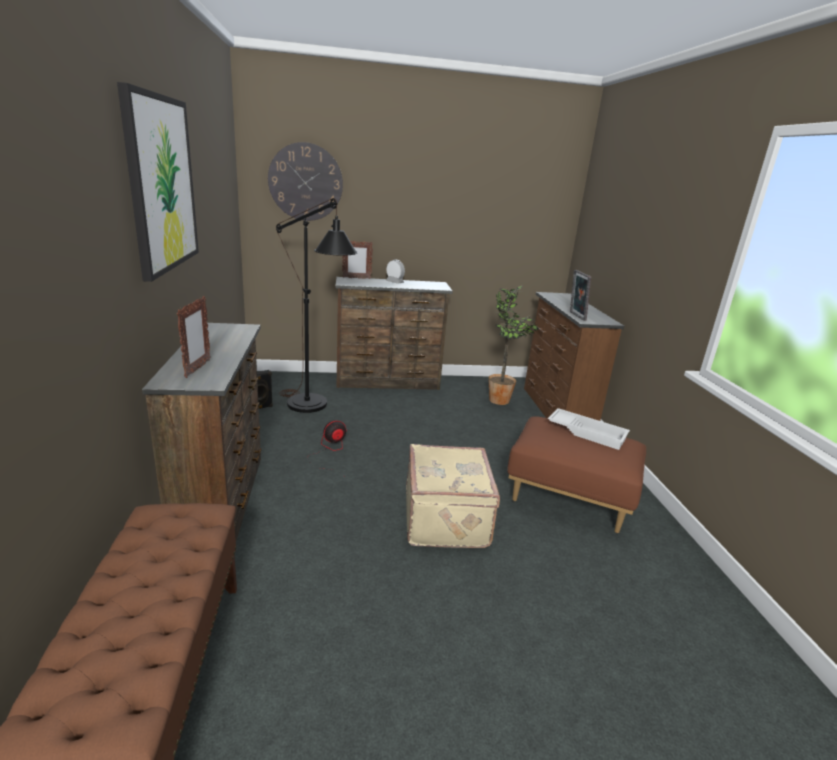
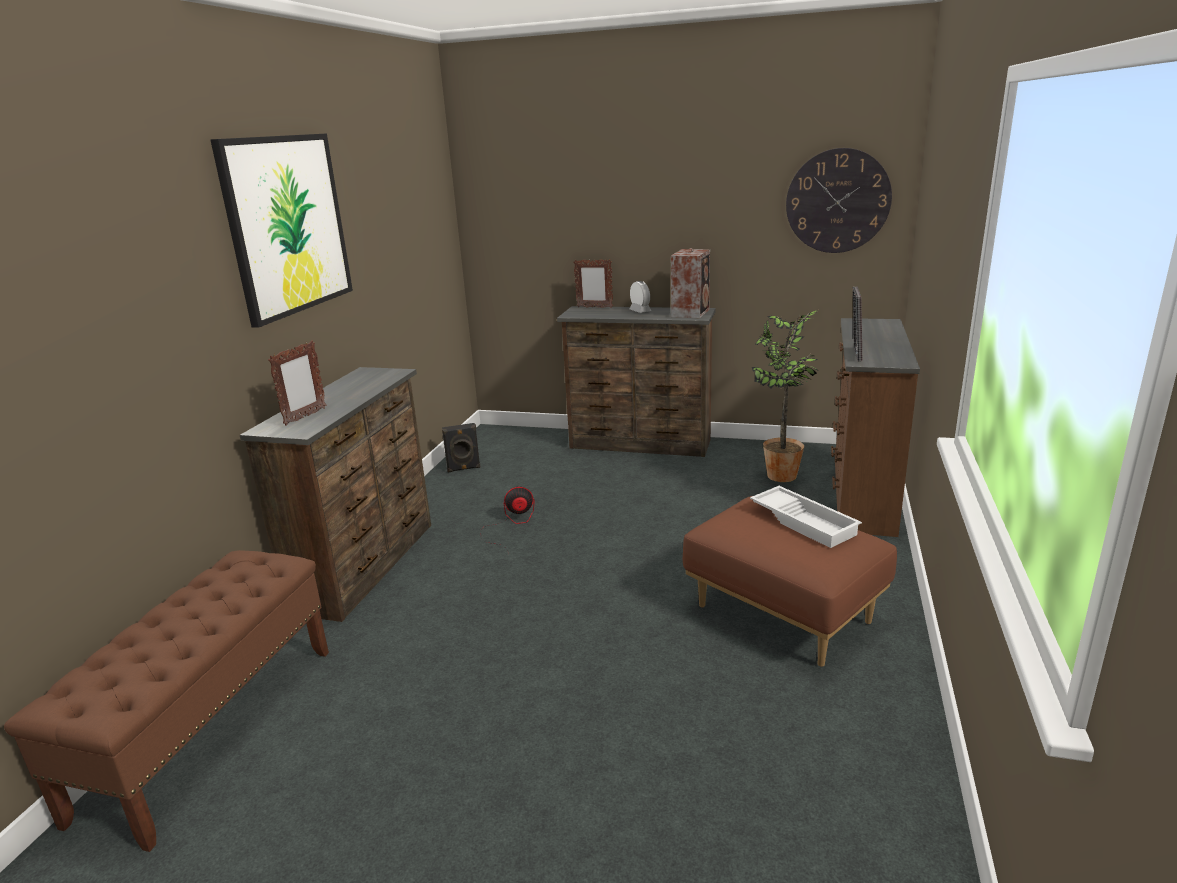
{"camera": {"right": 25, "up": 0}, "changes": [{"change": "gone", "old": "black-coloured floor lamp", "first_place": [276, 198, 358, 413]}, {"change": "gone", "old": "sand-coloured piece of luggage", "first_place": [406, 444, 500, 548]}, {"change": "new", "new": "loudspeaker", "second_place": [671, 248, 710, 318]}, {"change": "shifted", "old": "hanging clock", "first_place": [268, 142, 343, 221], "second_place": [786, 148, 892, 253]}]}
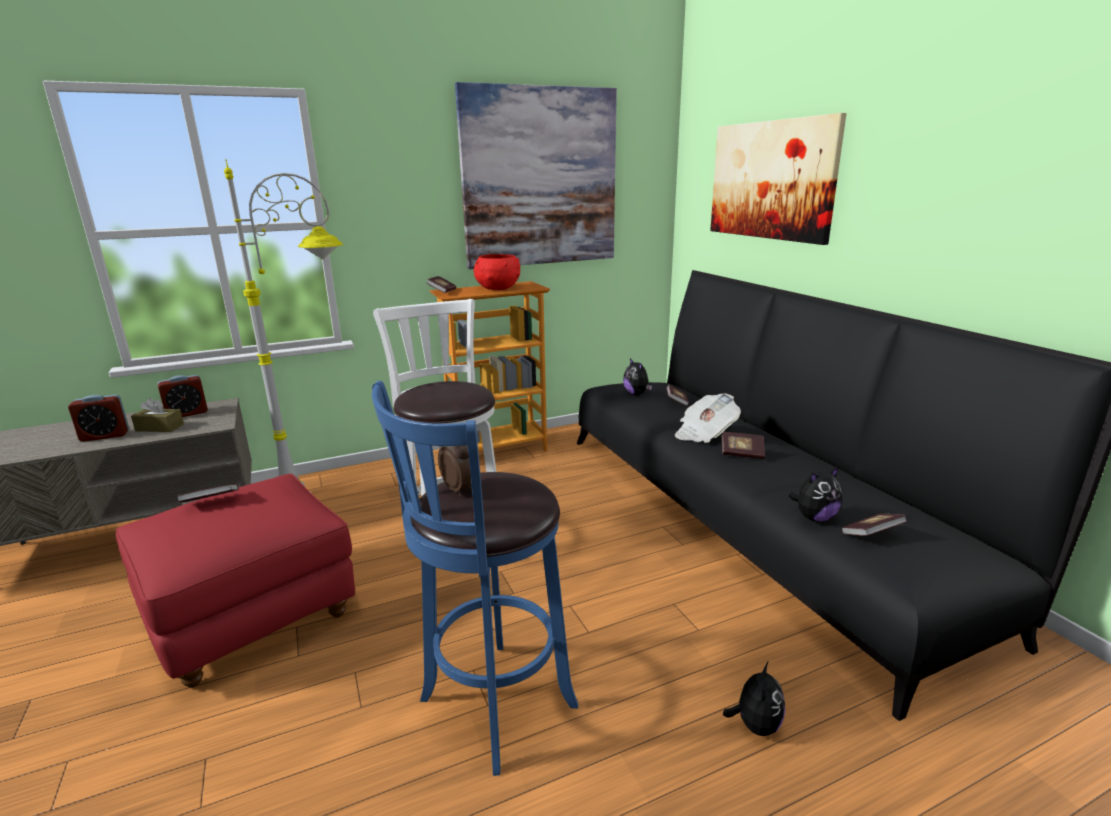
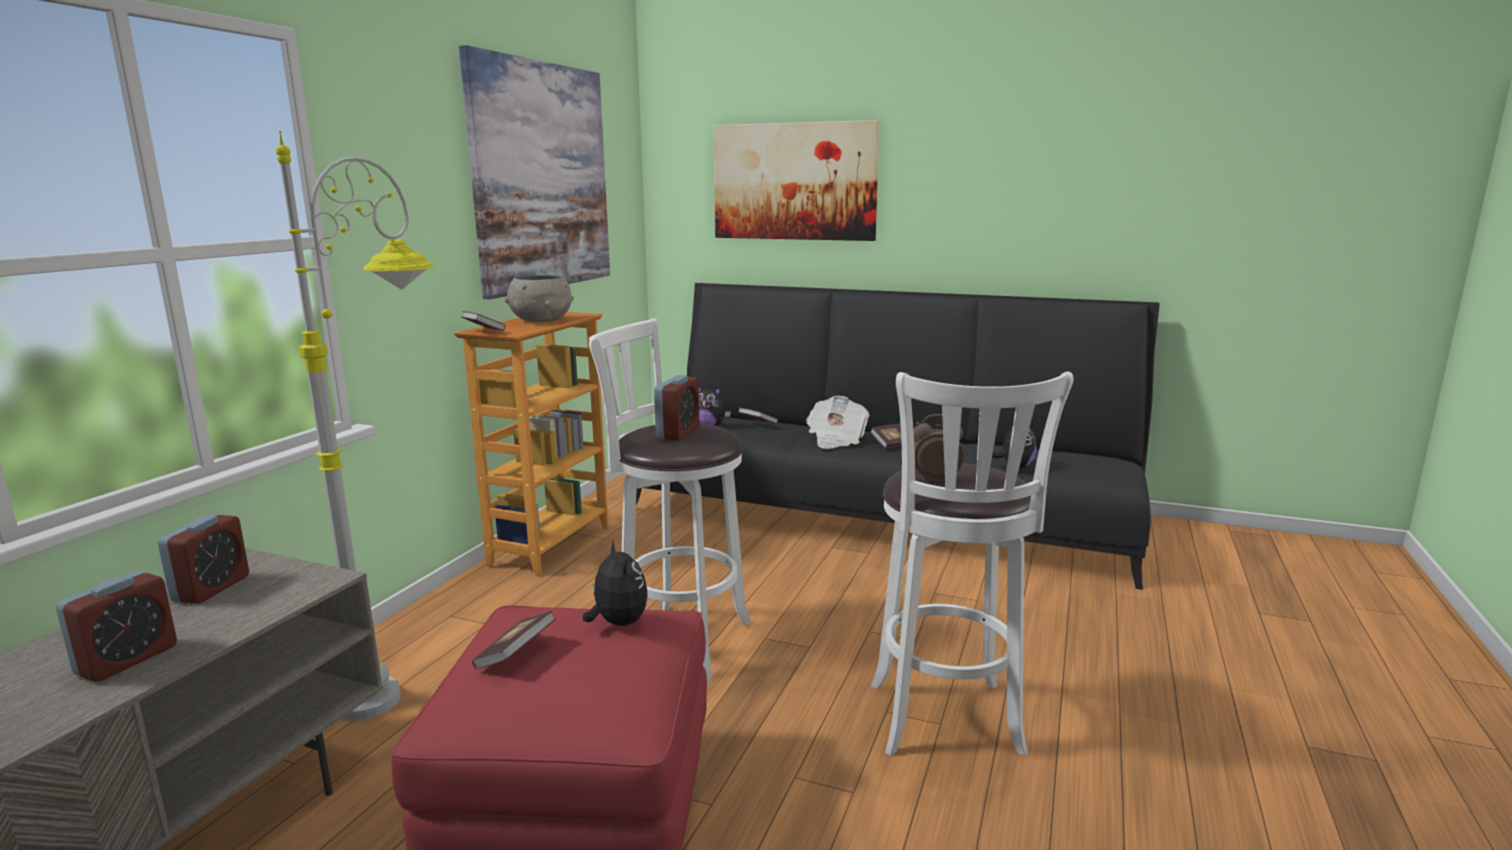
{"camera": {"right": -45, "up": -5}, "changes": [{"change": "gone", "old": "brownish box of tissues", "first_place": [131, 398, 184, 432]}, {"change": "gone", "old": "volume", "first_place": [841, 513, 908, 536]}, {"change": "new", "new": "table clock", "second_place": [654, 375, 699, 441]}, {"change": "shifted", "old": "plush toy", "first_place": [723, 662, 785, 736], "second_place": [583, 540, 648, 626]}, {"change": "repainted", "old": "blue-coloured stool seat", "new": "white-coloured stool seat", "first_place": [372, 381, 578, 776], "second_place": [871, 371, 1073, 756]}, {"change": "repainted", "old": "reddish deep dish", "new": "gray deep dish", "first_place": [474, 254, 520, 290], "second_place": [505, 275, 574, 322]}]}
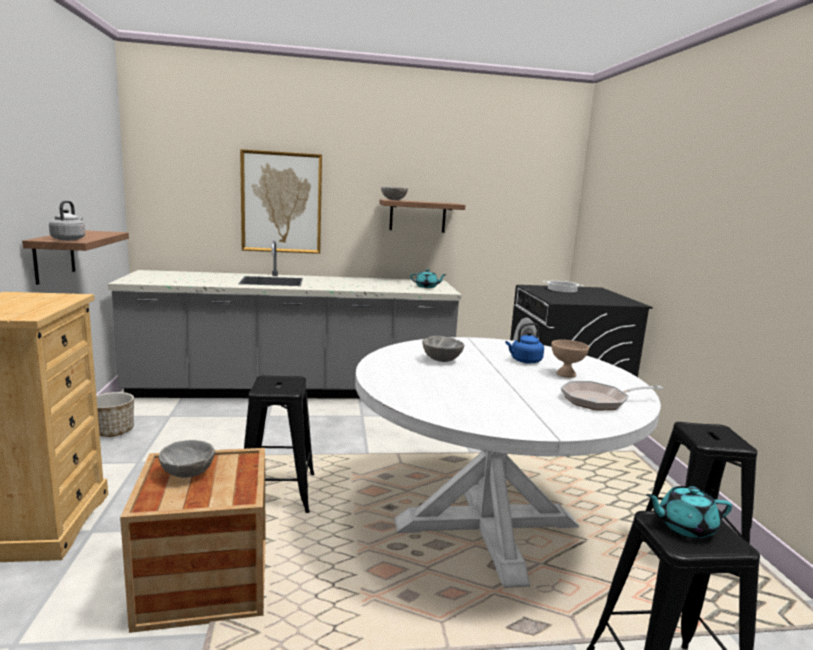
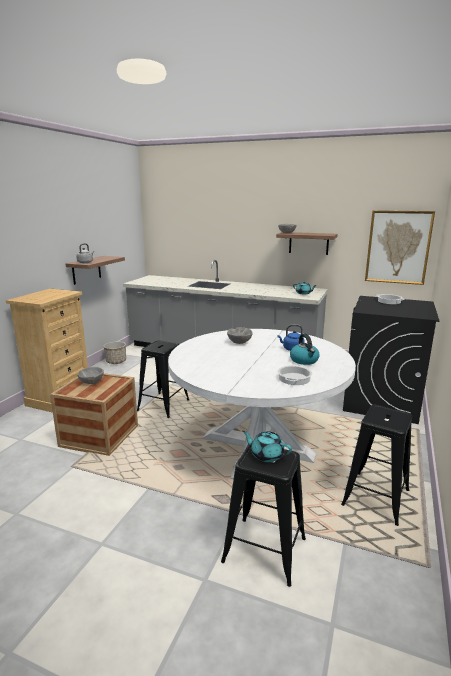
{"camera": {"right": 30, "up": 5}, "changes": [{"change": "shifted", "old": "picture", "first_place": [240, 149, 322, 254], "second_place": [365, 210, 435, 285]}, {"change": "swapped", "old": "sand-coloured deep dish", "new": "water kettle", "first_place": [552, 340, 589, 378], "second_place": [290, 334, 320, 365]}, {"change": "swapped", "old": "skillet", "new": "saucepot", "first_place": [561, 381, 664, 410], "second_place": [278, 364, 312, 385]}]}
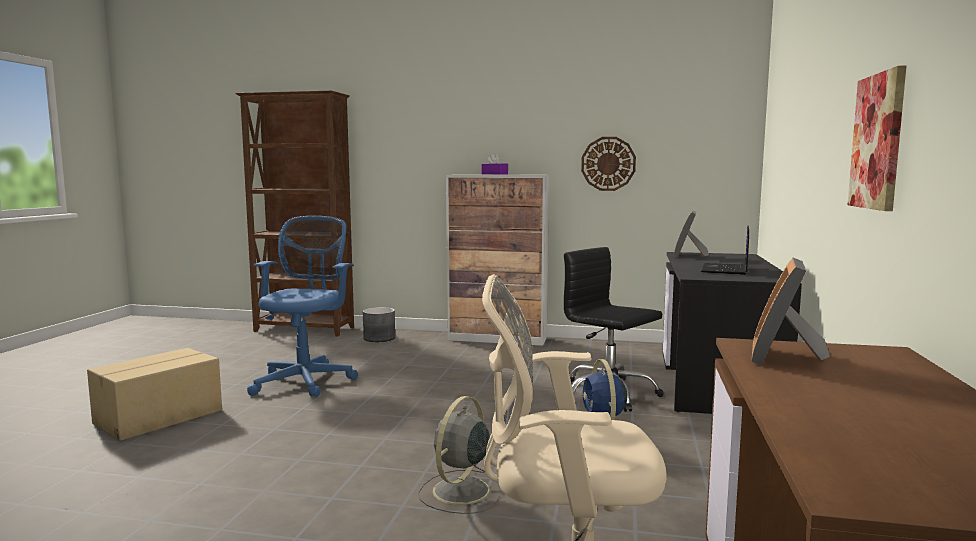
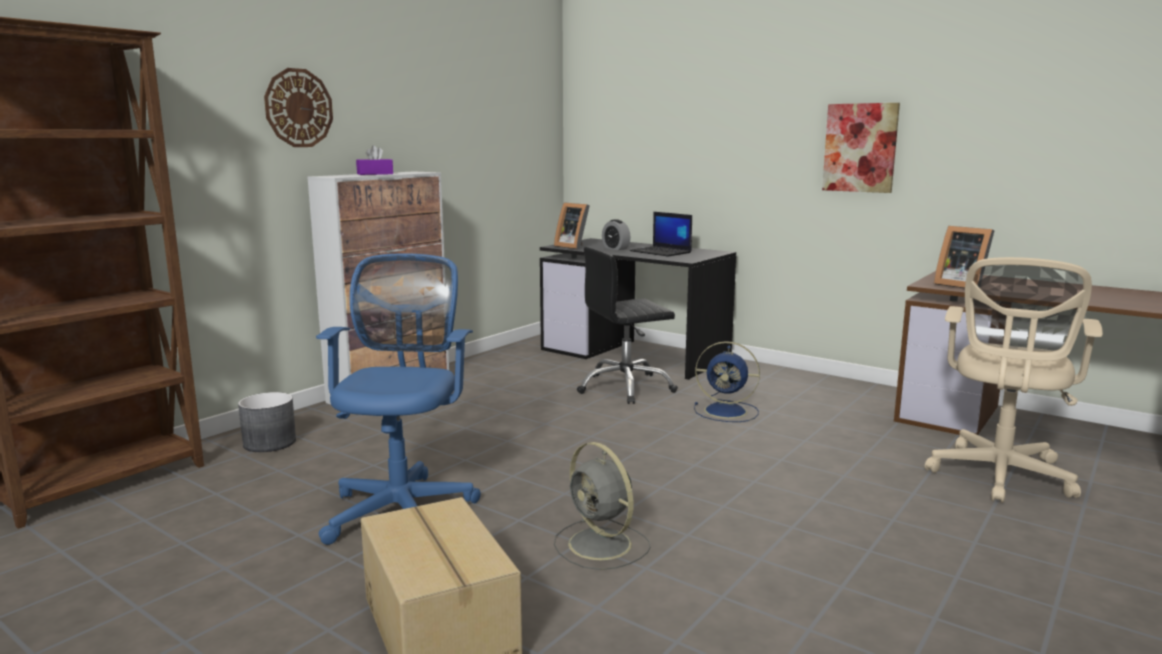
{"camera": {"right": -65, "up": 5}, "changes": [{"change": "new", "new": "table clock", "second_place": [602, 219, 630, 250]}, {"change": "shifted", "old": "gray cooling fan", "first_place": [418, 396, 500, 514], "second_place": [554, 442, 650, 570]}, {"change": "shifted", "old": "hanging clock", "first_place": [581, 137, 636, 191], "second_place": [264, 68, 333, 147]}, {"change": "rotated", "old": "blue-coloured office chair", "first_place": [247, 216, 358, 397], "second_place": [316, 253, 481, 545], "degrees": 60}]}
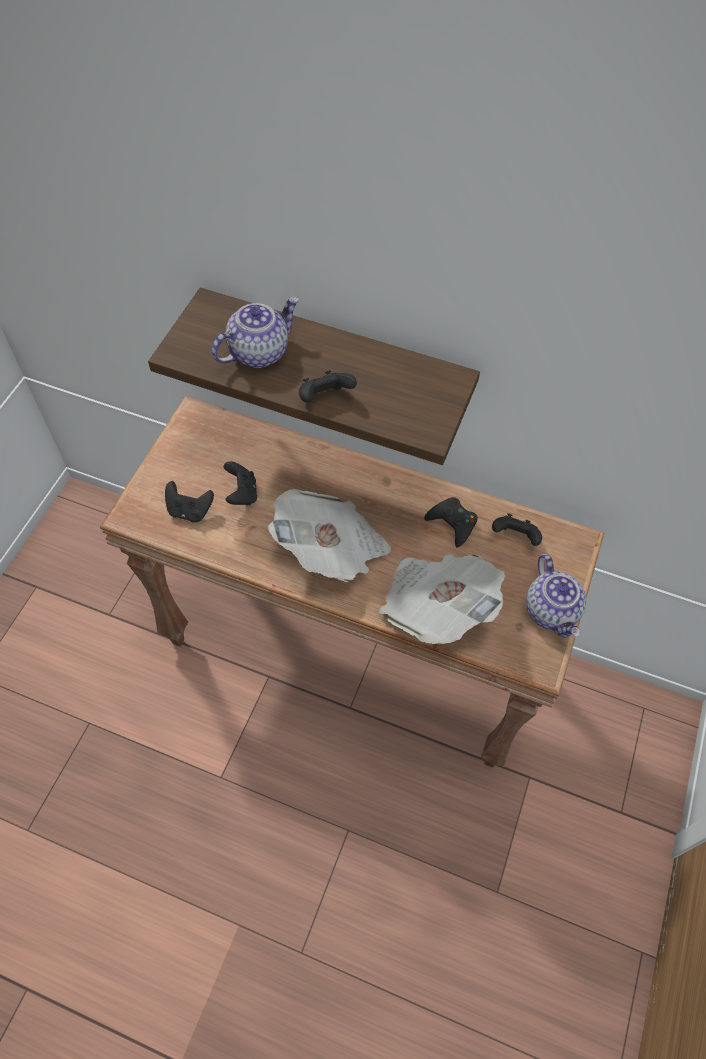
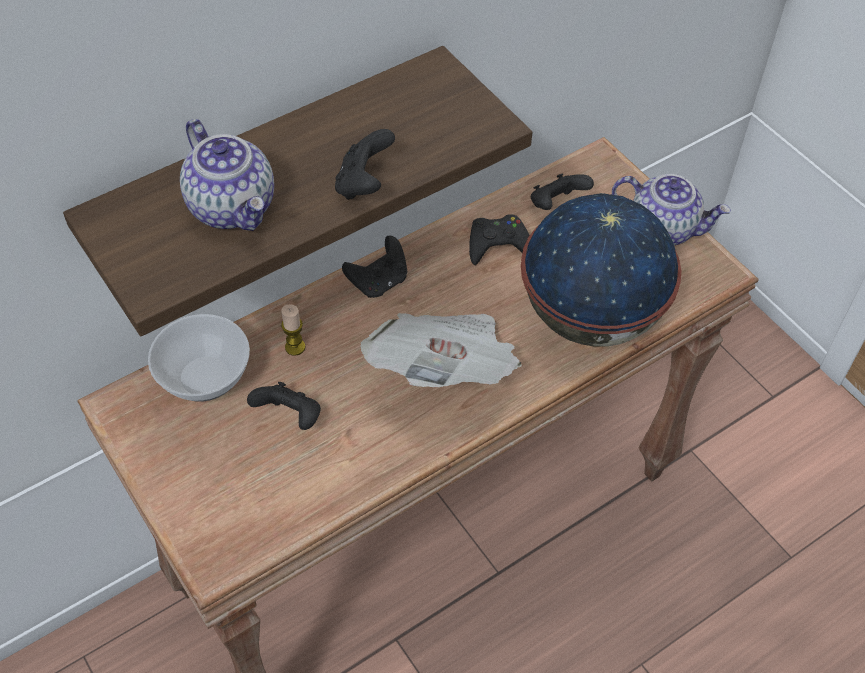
{"camera": {"right": -55, "up": -5}, "changes": [{"change": "new", "new": "deep dish", "second_place": [148, 314, 250, 402]}, {"change": "new", "new": "wax candle", "second_place": [281, 304, 306, 356]}, {"change": "shifted", "old": "black-coloured game controller", "first_place": [165, 481, 214, 522], "second_place": [342, 236, 407, 298]}, {"change": "swapped", "old": "printed paper", "new": "desk globe", "first_place": [379, 554, 505, 644], "second_place": [521, 193, 681, 347]}, {"change": "rotated", "old": "teapot", "first_place": [212, 297, 299, 368], "second_place": [180, 119, 274, 231], "degrees": 150}]}
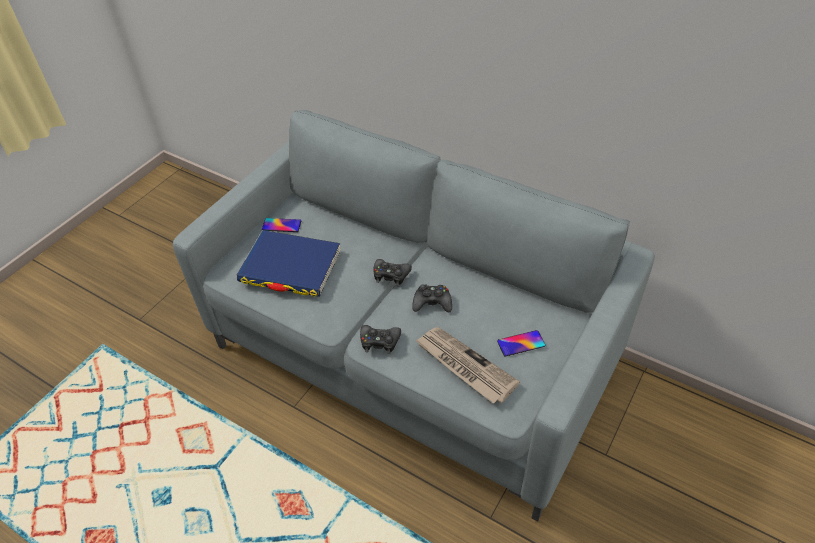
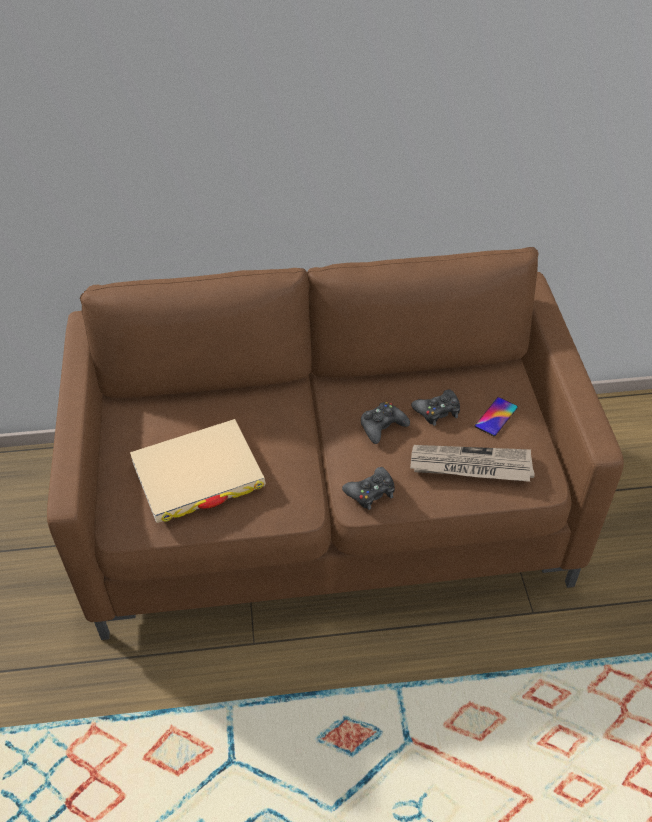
{"camera": {"right": -40, "up": 0}, "changes": [{"change": "gone", "old": "telephone", "first_place": [262, 218, 301, 232]}, {"change": "shifted", "old": "black-coloured game controller", "first_place": [373, 259, 412, 286], "second_place": [411, 390, 460, 426]}, {"change": "repainted", "old": "gray couch", "new": "brownish couch", "first_place": [173, 110, 655, 522], "second_place": [47, 247, 624, 640]}, {"change": "repainted", "old": "blue-coloured volume", "new": "sand-coloured volume", "first_place": [237, 230, 340, 297], "second_place": [130, 419, 266, 523]}]}
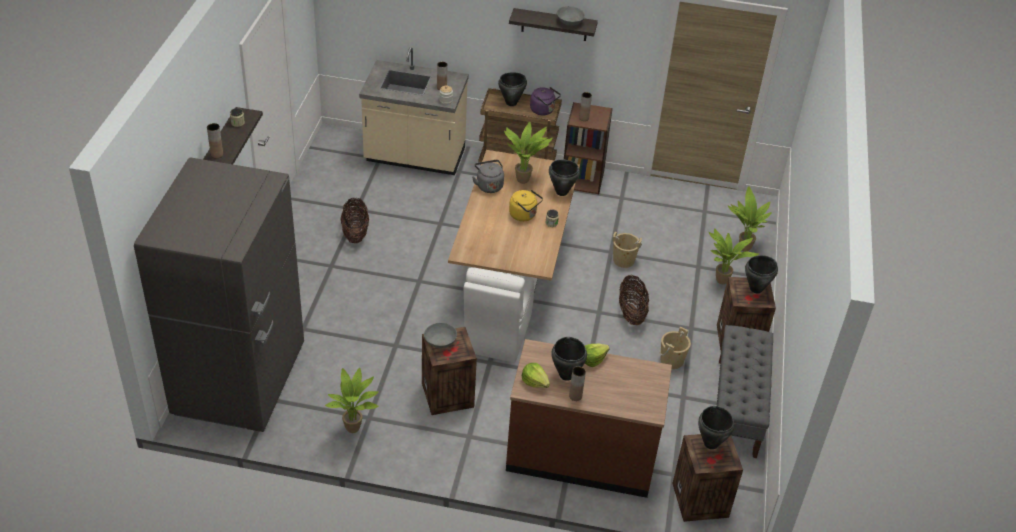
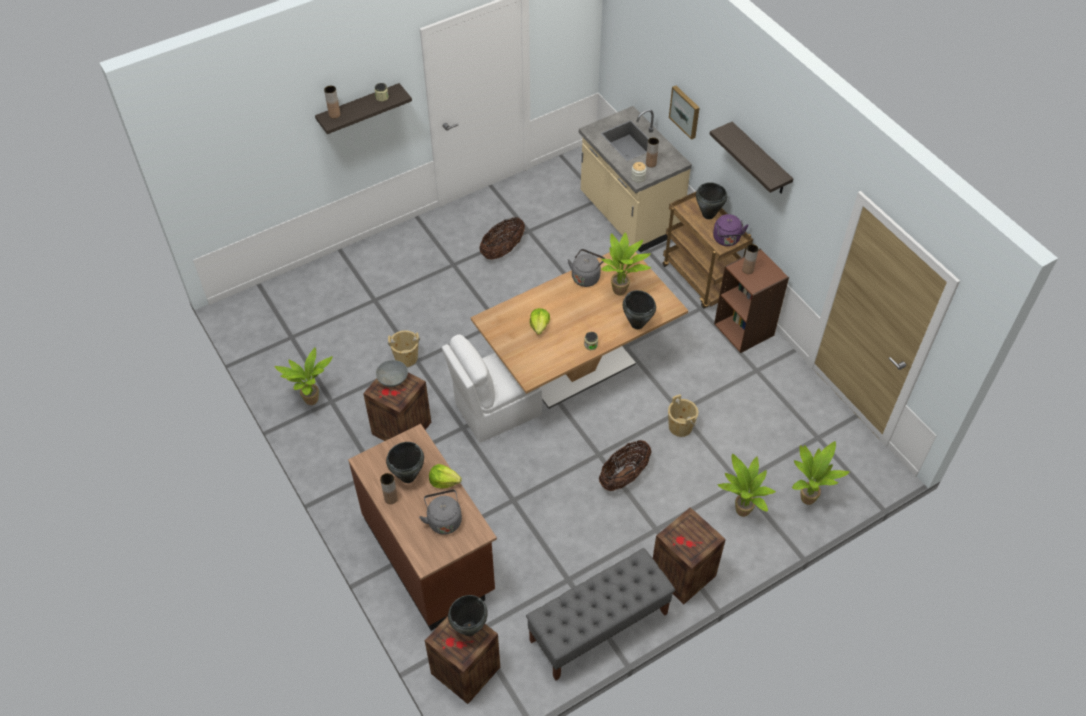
{"camera": {"right": 50, "up": 10}, "changes": [{"change": "gone", "old": "gray kitchen fridge", "first_place": [134, 157, 304, 432]}, {"change": "gone", "old": "yellowish water kettle", "first_place": [509, 190, 543, 221]}, {"change": "gone", "old": "gray deep dish", "first_place": [557, 6, 585, 26]}, {"change": "gone", "old": "black-coloured saucepot", "first_place": [745, 255, 778, 293]}, {"change": "new", "new": "gray water kettle", "second_place": [419, 490, 462, 535]}, {"change": "new", "new": "picture", "second_place": [669, 86, 699, 140]}, {"change": "shifted", "old": "lettuce head", "first_place": [522, 363, 550, 388], "second_place": [530, 308, 550, 335]}, {"change": "shifted", "old": "sand-coloured water bucket", "first_place": [659, 327, 691, 369], "second_place": [388, 330, 420, 367]}]}
